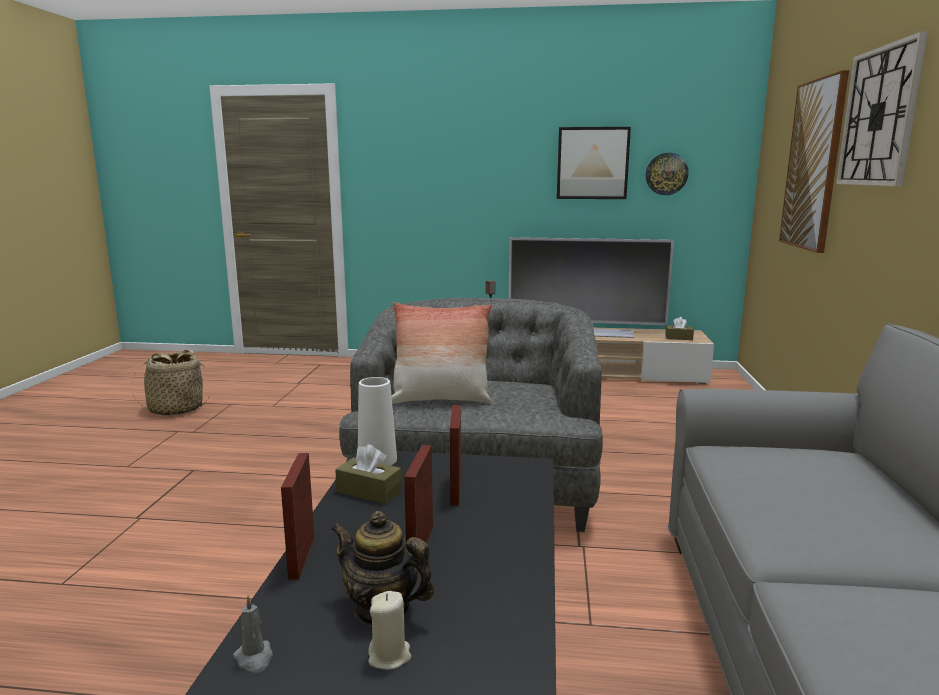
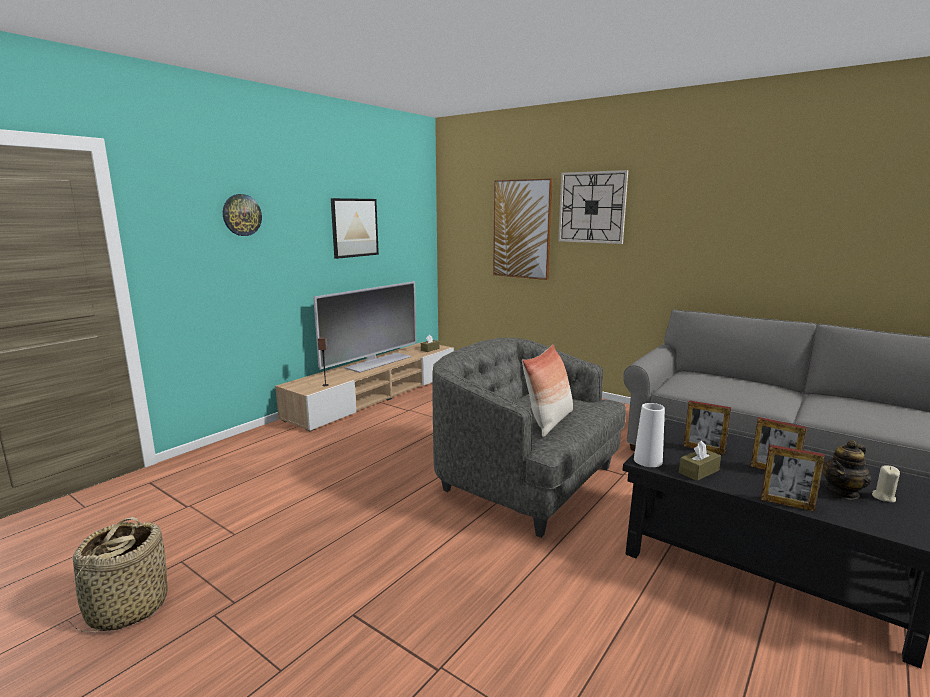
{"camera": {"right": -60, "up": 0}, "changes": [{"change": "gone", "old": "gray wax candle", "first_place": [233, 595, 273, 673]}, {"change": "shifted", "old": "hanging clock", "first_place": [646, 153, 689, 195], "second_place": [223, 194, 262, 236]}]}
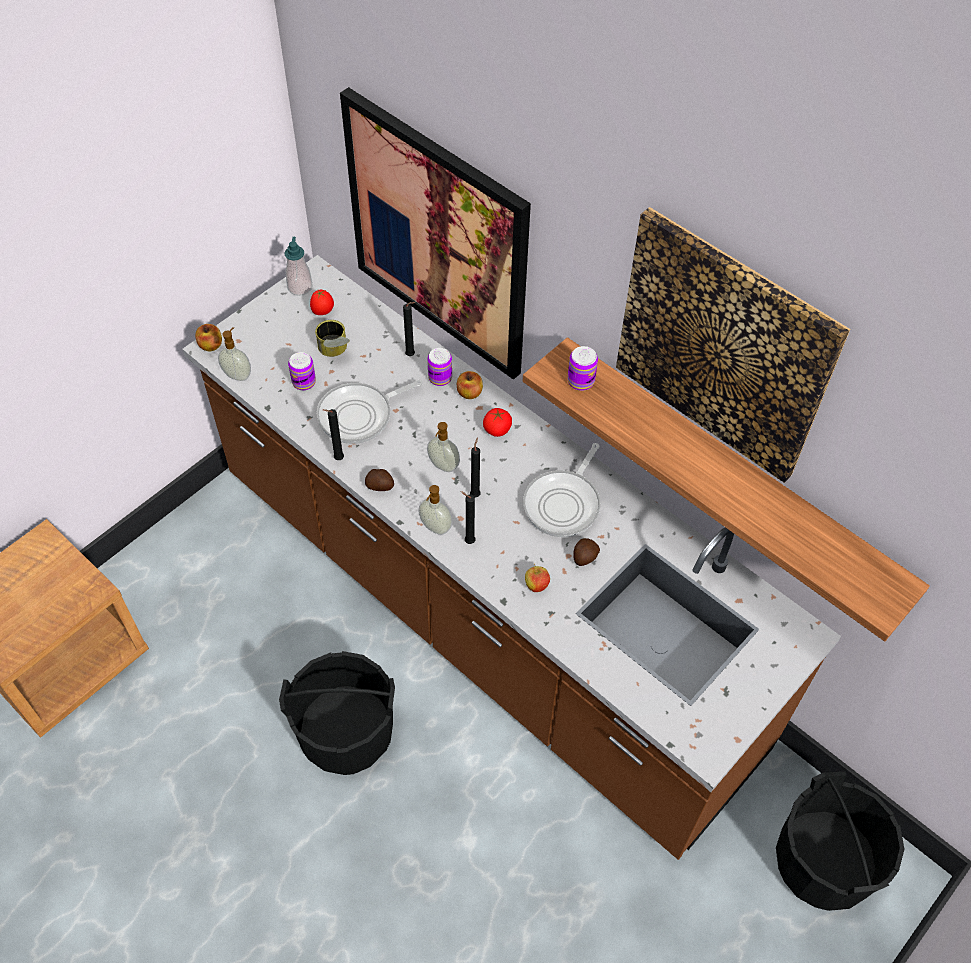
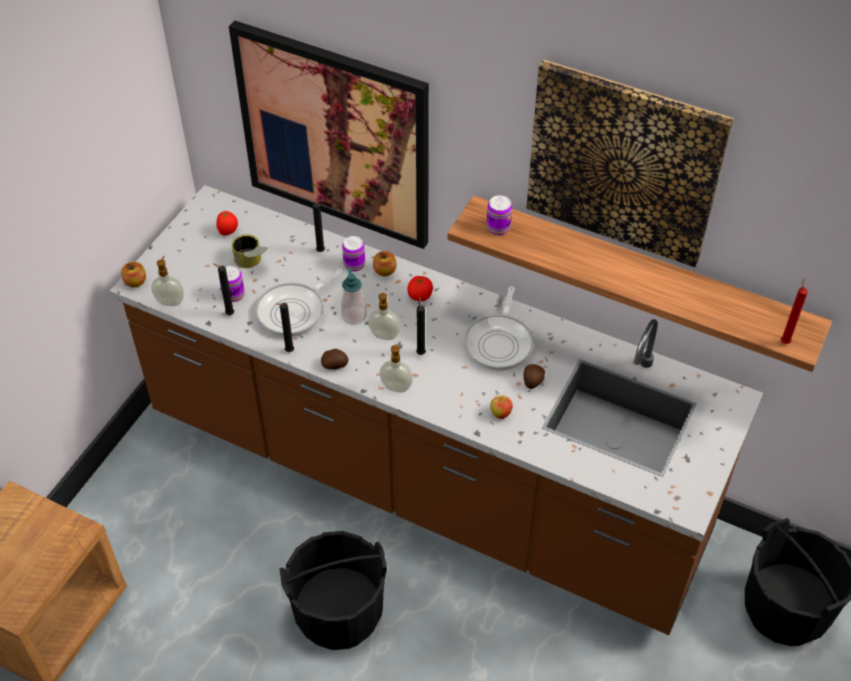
{"camera": {"right": -15, "up": -5}, "changes": [{"change": "new", "new": "reddish wax candle", "second_place": [781, 277, 808, 344]}, {"change": "shifted", "old": "soap bottle", "first_place": [285, 237, 313, 296], "second_place": [341, 269, 367, 325]}, {"change": "shifted", "old": "black-coloured wax candle", "first_place": [460, 491, 475, 544], "second_place": [213, 264, 234, 315]}]}
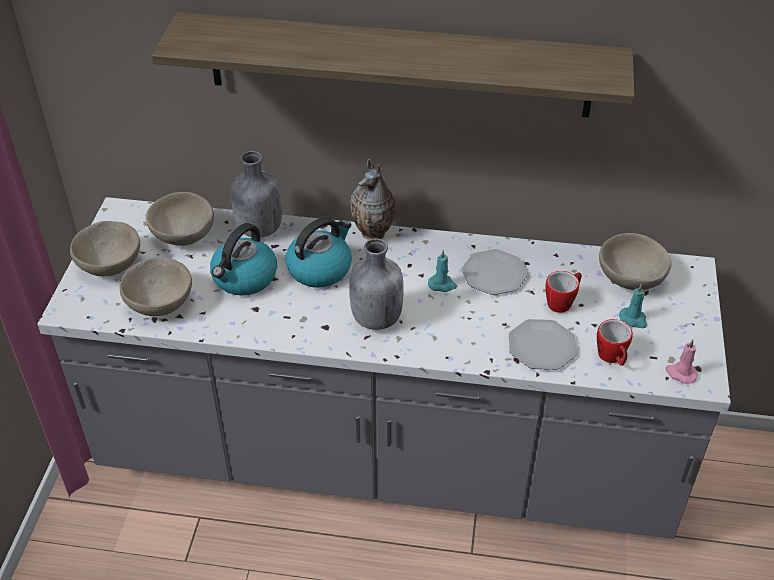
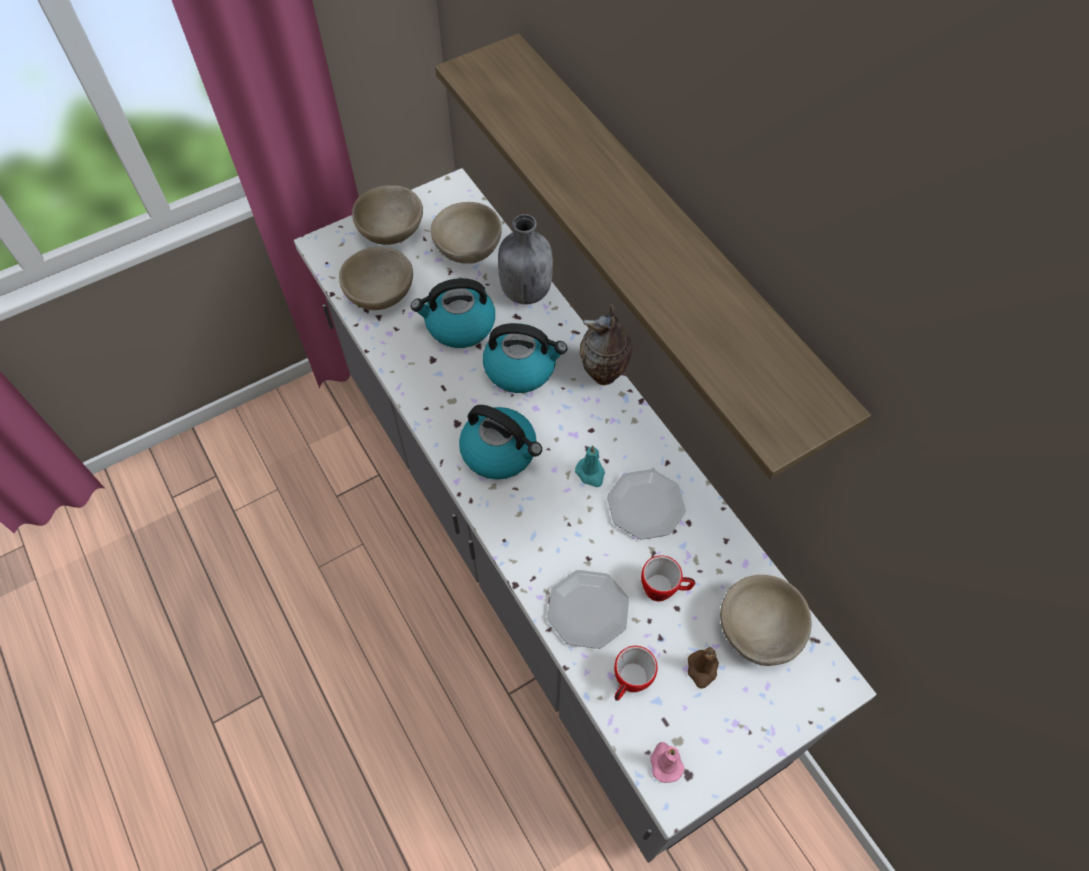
{"camera": {"right": 50, "up": 15}, "changes": [{"change": "swapped", "old": "gray drink bottle", "new": "water kettle", "first_place": [349, 238, 404, 330], "second_place": [459, 405, 542, 480]}, {"change": "repainted", "old": "turquoise wax candle", "new": "brownish wax candle", "first_place": [619, 284, 647, 328], "second_place": [688, 647, 719, 689]}]}
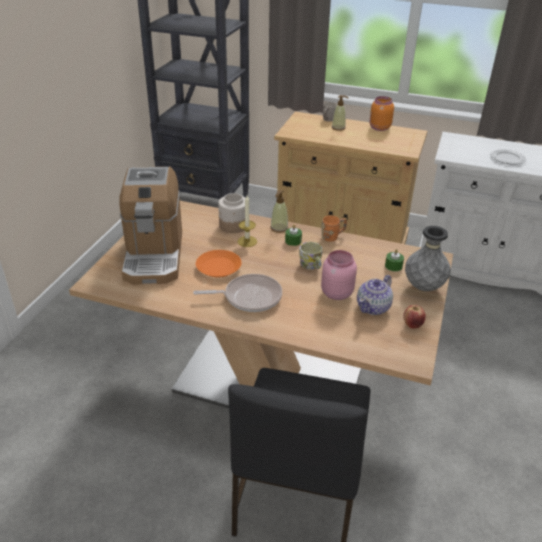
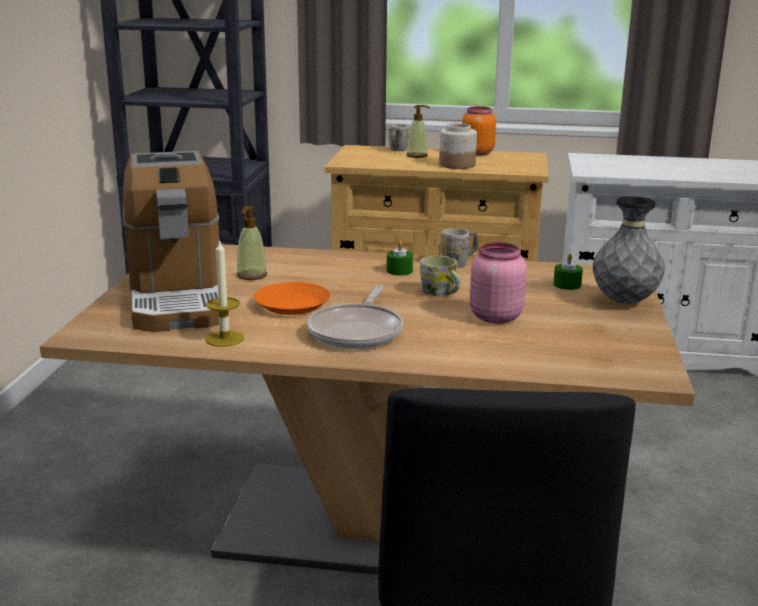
{"camera": {"right": -10, "up": -15}, "changes": [{"change": "gone", "old": "teapot", "first_place": [357, 275, 393, 315]}, {"change": "gone", "old": "apple", "first_place": [403, 305, 426, 329]}, {"change": "gone", "old": "plate", "first_place": [491, 149, 526, 165]}, {"change": "shifted", "old": "preserve jar", "first_place": [218, 193, 245, 233], "second_place": [439, 123, 477, 169]}, {"change": "shifted", "old": "wax candle", "first_place": [238, 195, 257, 247], "second_place": [205, 239, 244, 347]}, {"change": "shifted", "old": "soap bottle", "first_place": [270, 190, 288, 233], "second_place": [236, 206, 267, 280]}, {"change": "repainted", "old": "orangey mug", "new": "gray mug", "first_place": [321, 215, 347, 242], "second_place": [440, 228, 479, 268]}, {"change": "rotated", "old": "skillet", "first_place": [193, 274, 282, 312], "second_place": [307, 285, 403, 349], "degrees": 120}]}
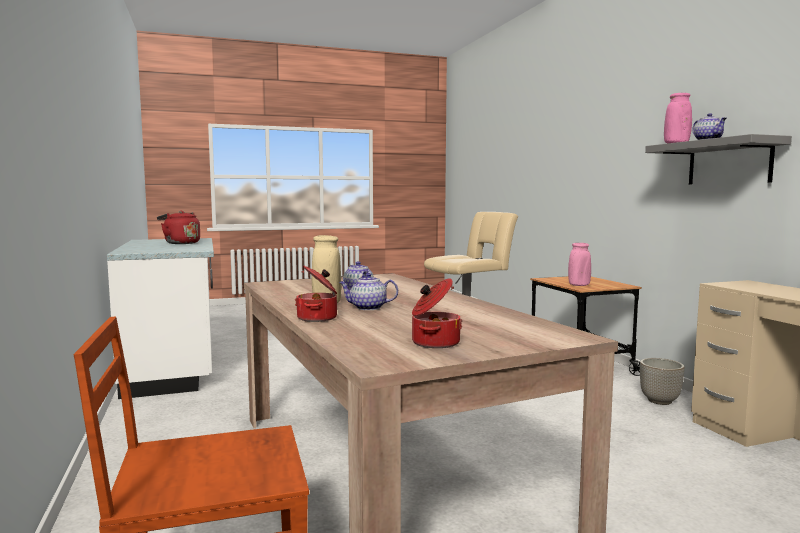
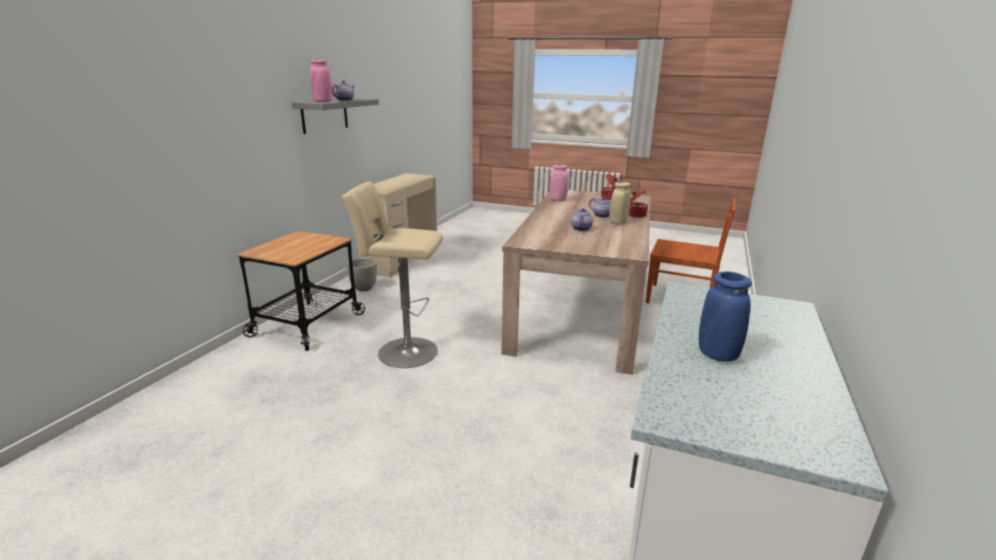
{"camera": {"right": -140, "up": 15}, "changes": [{"change": "shifted", "old": "pink-coloured flower vase", "first_place": [568, 243, 591, 286], "second_place": [549, 165, 568, 201]}, {"change": "swapped", "old": "reddish water kettle", "new": "blue-coloured flower vase", "first_place": [157, 211, 200, 244], "second_place": [699, 272, 752, 362]}]}
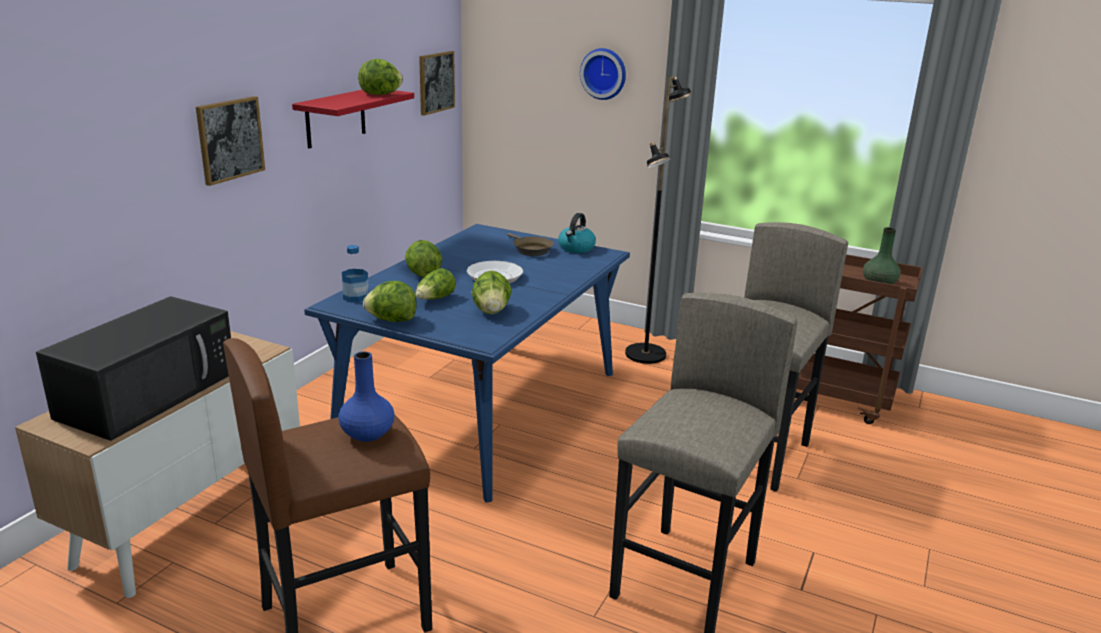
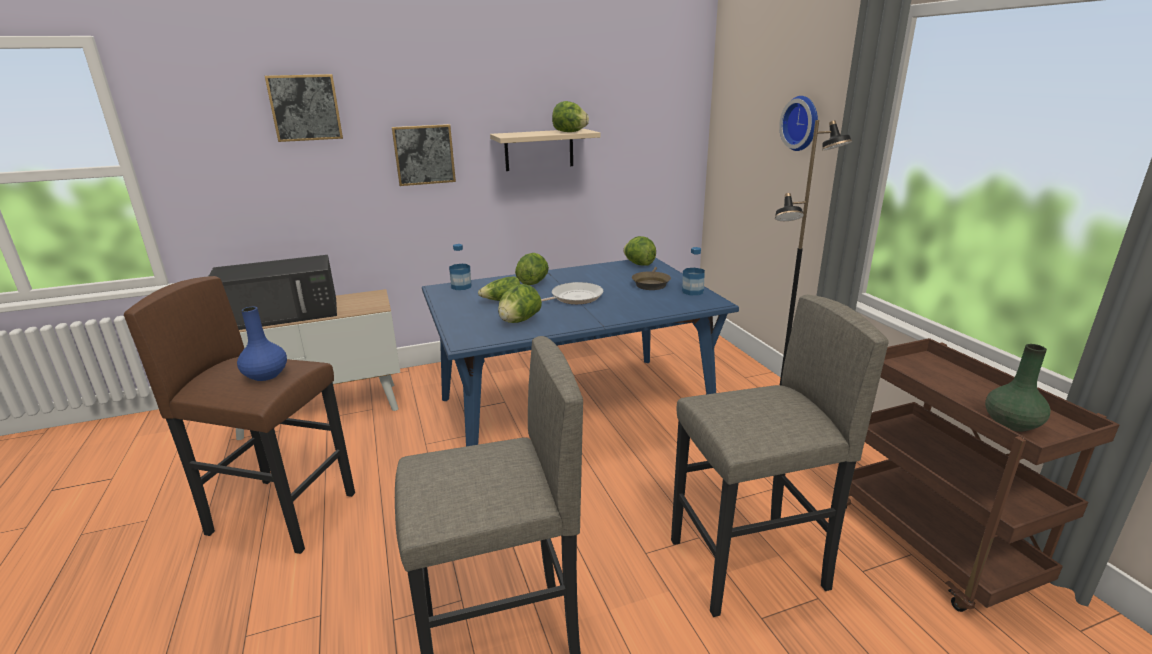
{"camera": {"right": 45, "up": 0}, "changes": [{"change": "shifted", "old": "lettuce head", "first_place": [363, 281, 417, 322], "second_place": [623, 236, 656, 266]}, {"change": "shifted", "old": "picture", "first_place": [419, 51, 455, 116], "second_place": [265, 74, 343, 142]}, {"change": "swapped", "old": "water kettle", "new": "drink bottle", "first_place": [558, 213, 596, 253], "second_place": [682, 247, 705, 295]}, {"change": "repainted", "old": "reddish shelf", "new": "sand-coloured shelf", "first_place": [292, 90, 414, 148], "second_place": [490, 129, 601, 171]}]}
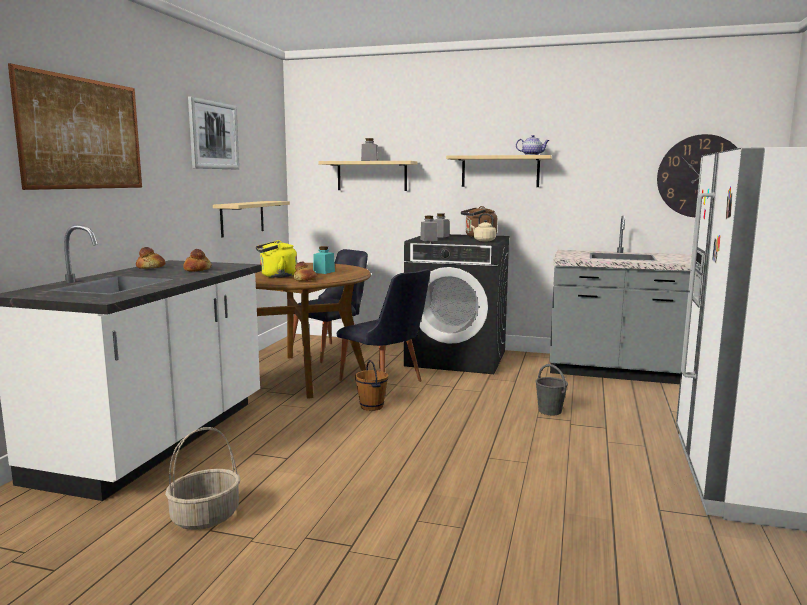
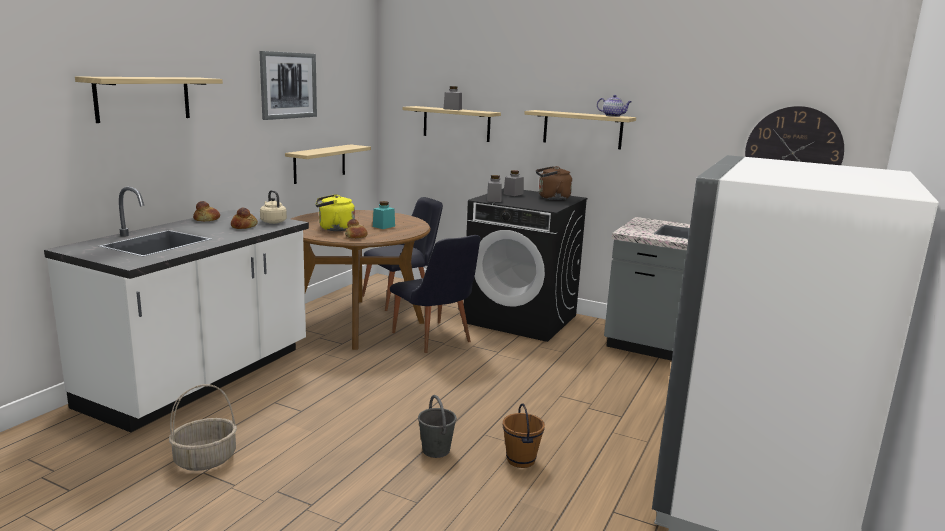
{"camera": {"right": 10, "up": 5}, "changes": [{"change": "shifted", "old": "brownish water bucket", "first_place": [355, 360, 388, 411], "second_place": [503, 403, 545, 468]}, {"change": "shifted", "old": "sand-coloured water kettle", "first_place": [471, 214, 496, 241], "second_place": [260, 190, 287, 224]}, {"change": "shifted", "old": "gray water bucket", "first_place": [535, 364, 568, 415], "second_place": [418, 395, 457, 458]}, {"change": "swapped", "old": "picture", "new": "shelf", "first_place": [8, 63, 142, 190], "second_place": [75, 77, 223, 123]}]}
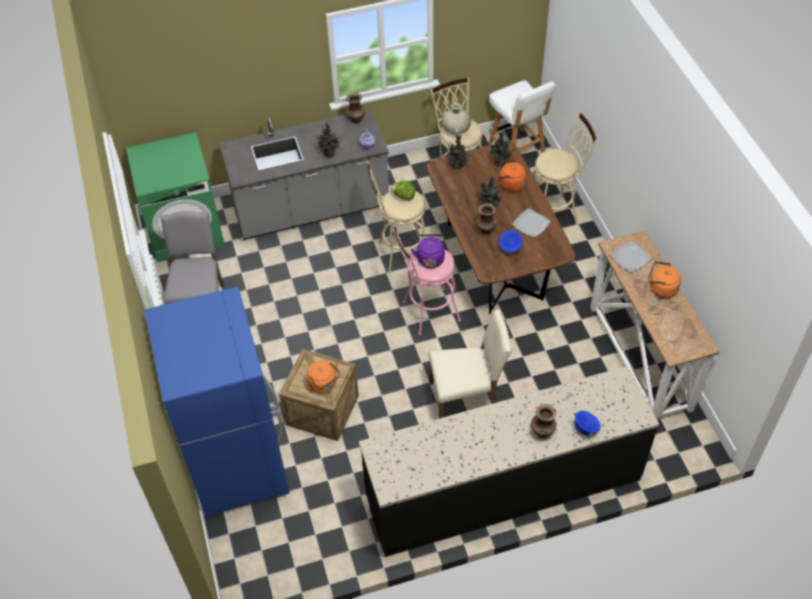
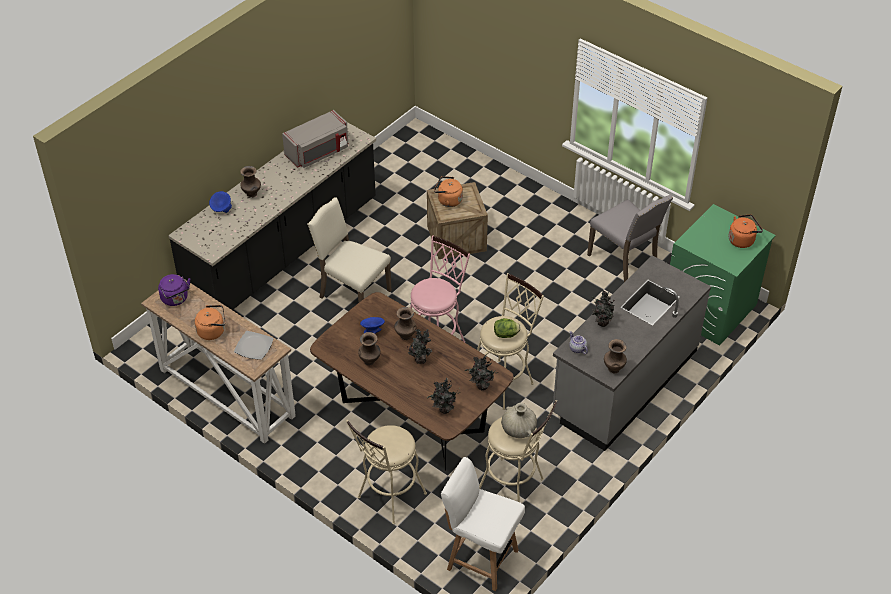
{"camera": {"right": 145, "up": -5}, "changes": [{"change": "gone", "old": "blue-coloured kitchen fridge", "first_place": [144, 286, 290, 516]}, {"change": "new", "new": "gray microwave oven", "second_place": [282, 110, 349, 168]}, {"change": "shifted", "old": "purple water kettle", "first_place": [411, 234, 445, 268], "second_place": [158, 274, 190, 306]}, {"change": "shifted", "old": "orangey water kettle", "first_place": [497, 160, 526, 192], "second_place": [729, 214, 763, 248]}, {"change": "swapped", "old": "plate", "new": "brownish flower vase", "first_place": [512, 208, 551, 238], "second_place": [358, 332, 381, 365]}, {"change": "rotated", "old": "sand-coloured plain chair", "first_place": [428, 310, 512, 419], "second_place": [307, 197, 391, 302], "degrees": 75}]}
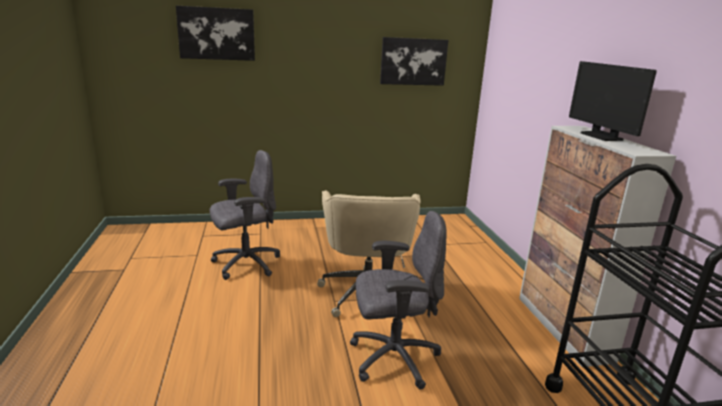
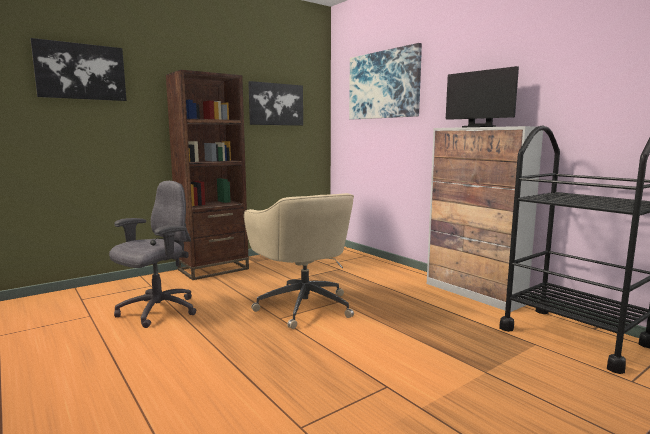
{"camera": {"right": -25, "up": -10}, "changes": [{"change": "gone", "old": "gray office chair", "first_place": [350, 211, 447, 390]}, {"change": "new", "new": "brownish bookshelf", "second_place": [166, 70, 249, 280]}, {"change": "new", "new": "picture", "second_place": [349, 43, 422, 119]}]}
